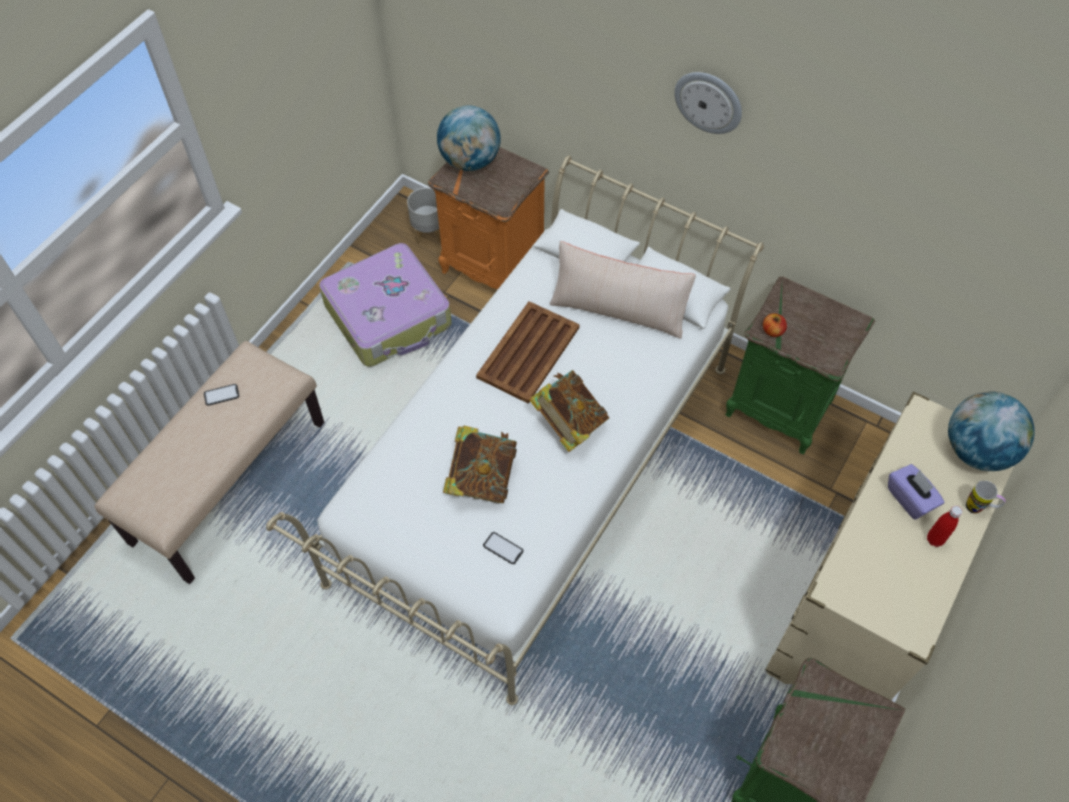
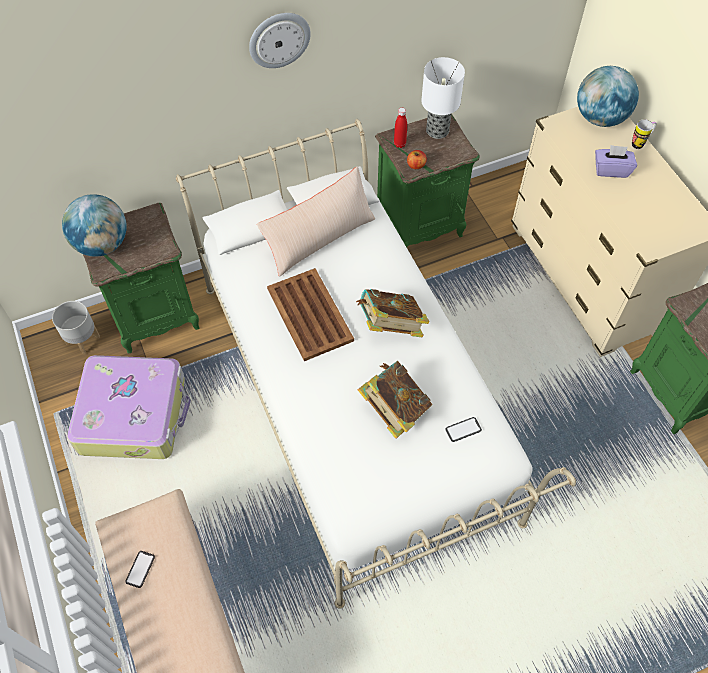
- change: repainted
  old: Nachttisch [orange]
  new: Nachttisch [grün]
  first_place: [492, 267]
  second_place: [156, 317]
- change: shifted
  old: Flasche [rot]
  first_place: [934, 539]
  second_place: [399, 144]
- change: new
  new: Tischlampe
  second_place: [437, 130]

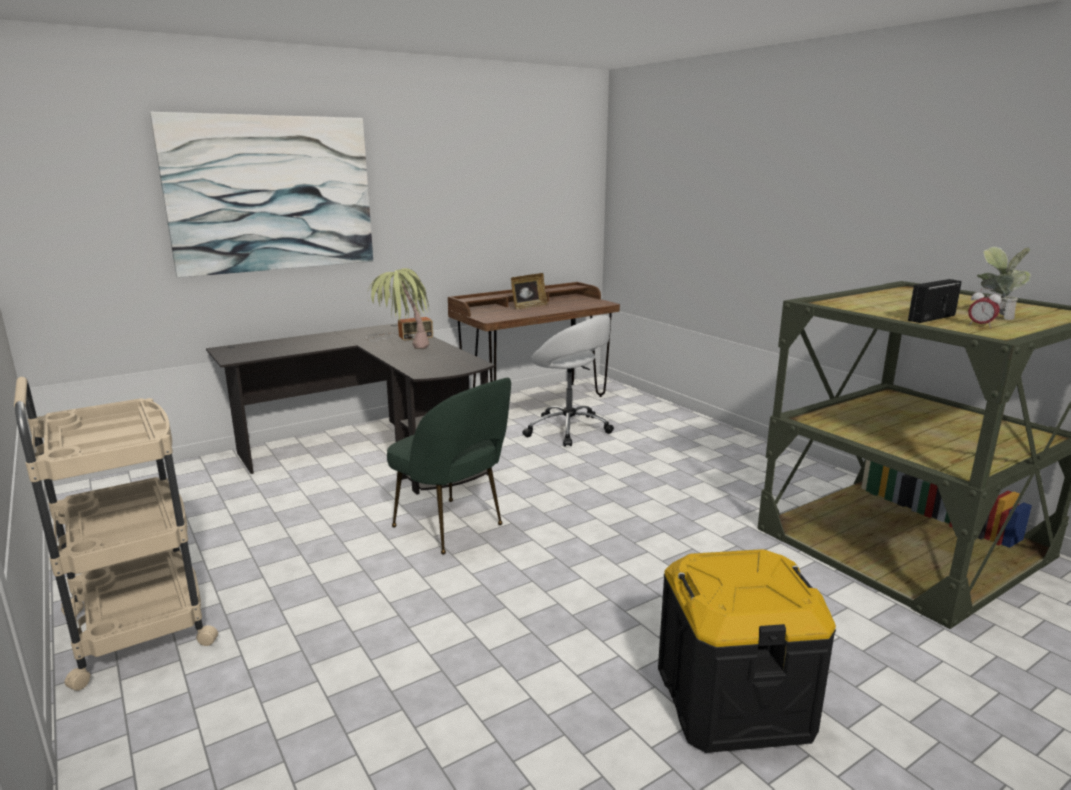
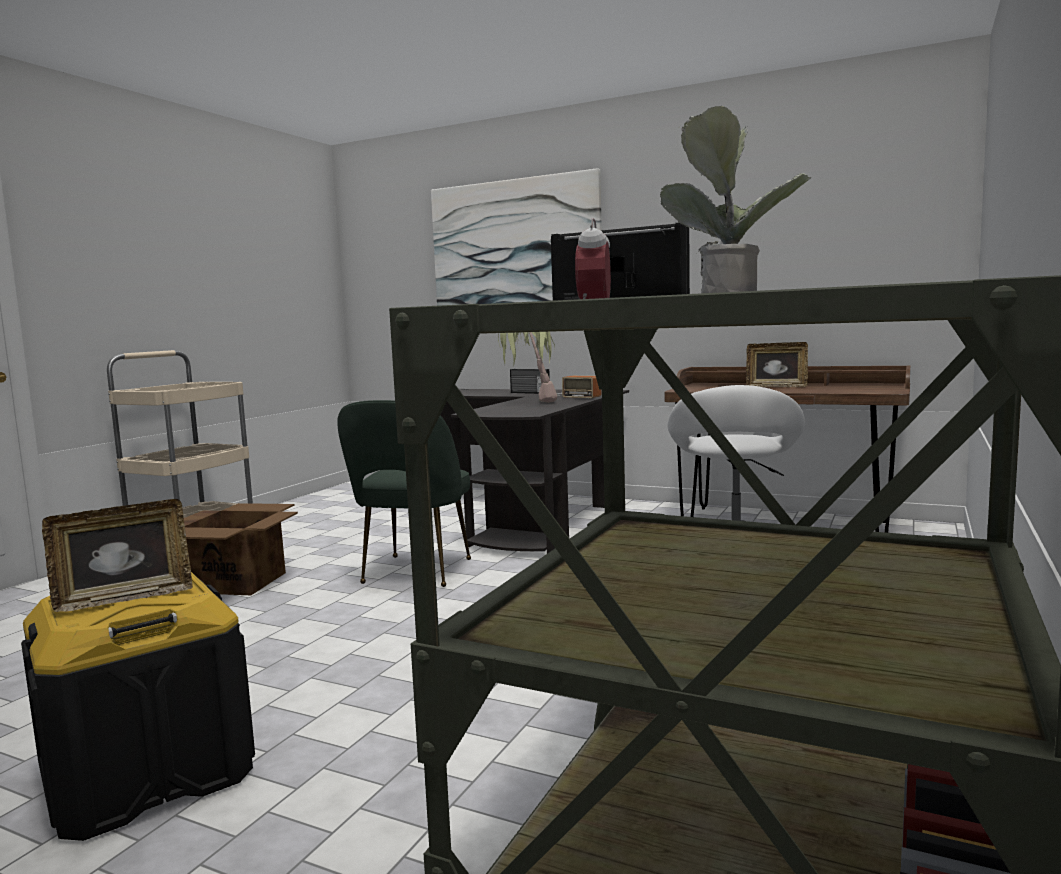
- change: new
  new: Bilderrahmen
  second_place: [125, 598]
- change: new
  new: Karton
  second_place: [239, 582]
- change: new
  new: Radio
  second_place: [529, 393]

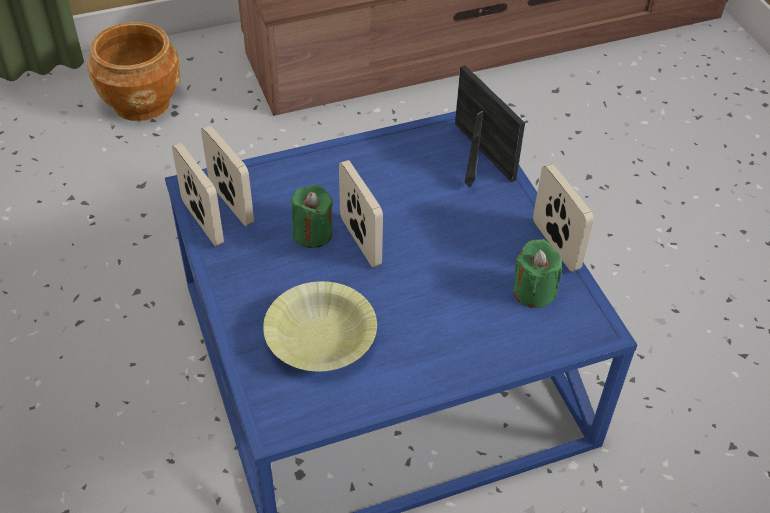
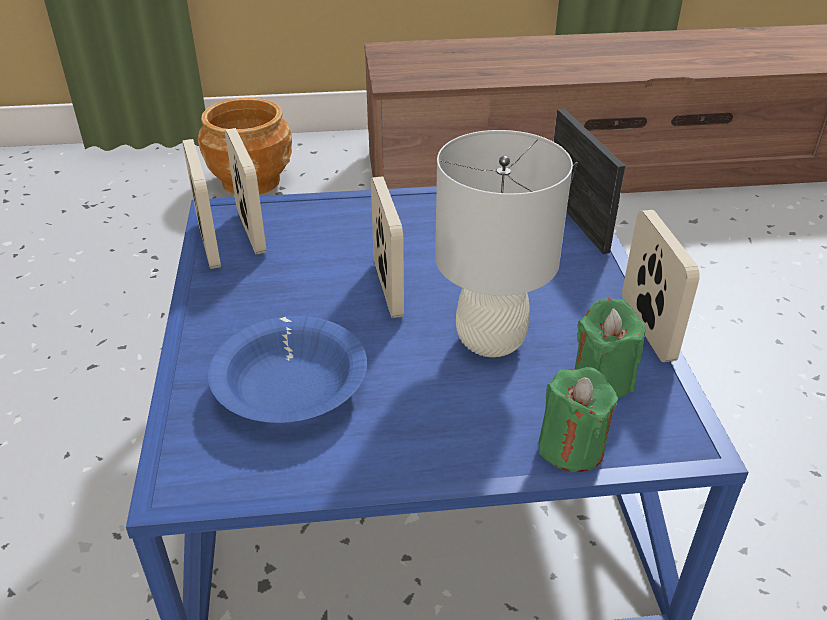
- change: repainted
  old: Schüssel [gelb]
  new: Schüssel [blau]
  first_place: [321, 337]
  second_place: [291, 387]
- change: shifted
  old: Kerze [grün]
  first_place: [312, 233]
  second_place: [571, 447]
- change: new
  new: Tischlampe [grau]
  second_place: [487, 341]

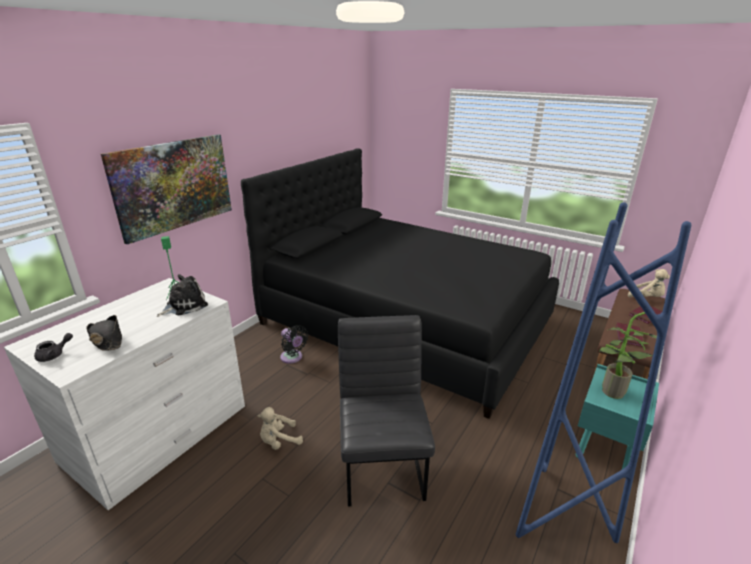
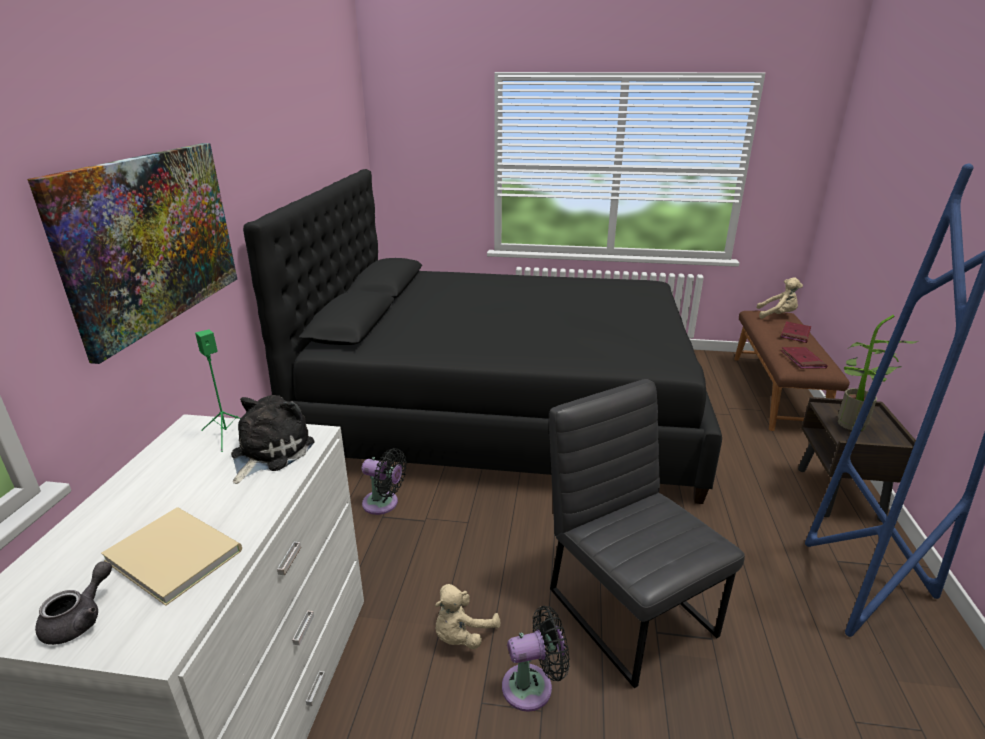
- change: swapped
  old: Hut [schwarz]
  new: Buch [beige]
  first_place: [107, 339]
  second_place: [174, 552]
- change: repainted
  old: Nachttisch [türkis]
  new: Nachttisch [braun]
  first_place: [606, 447]
  second_place: [839, 495]
- change: new
  new: Ventilator [schwarz]
  second_place: [532, 686]

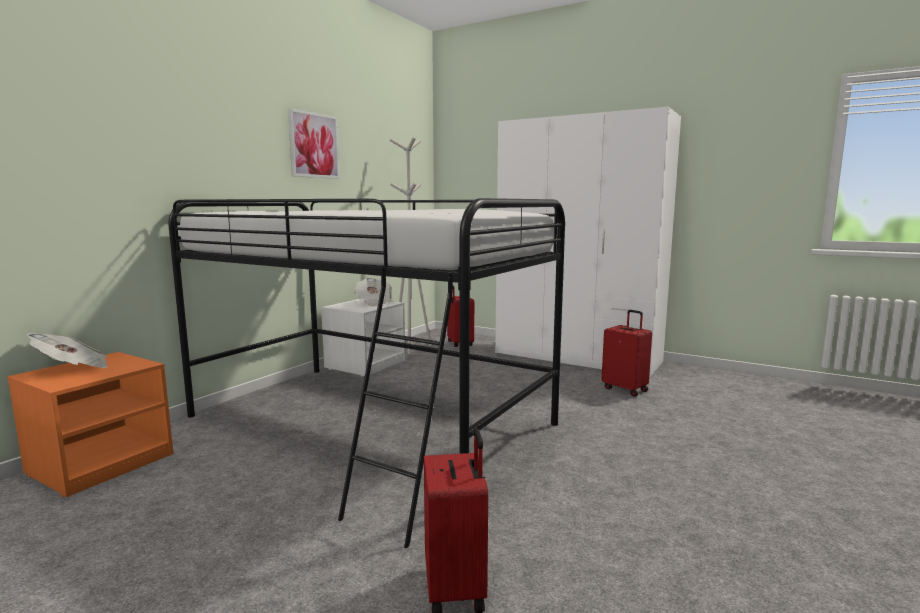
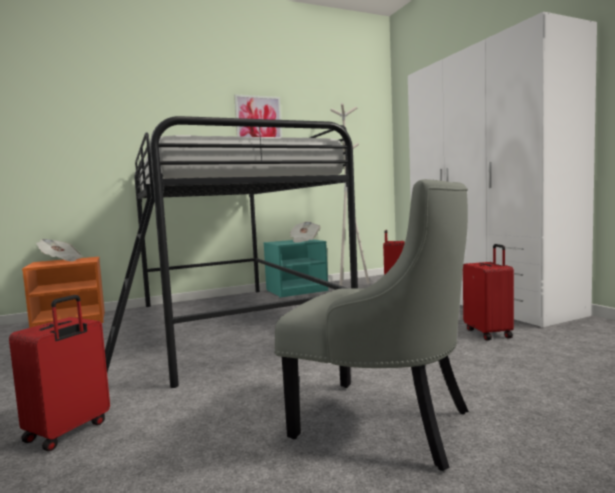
- change: repainted
  old: Nachttisch [weiß]
  new: Nachttisch [türkis]
  first_place: [365, 364]
  second_place: [297, 290]
- change: new
  new: Stuhl [grau]
  second_place: [379, 422]

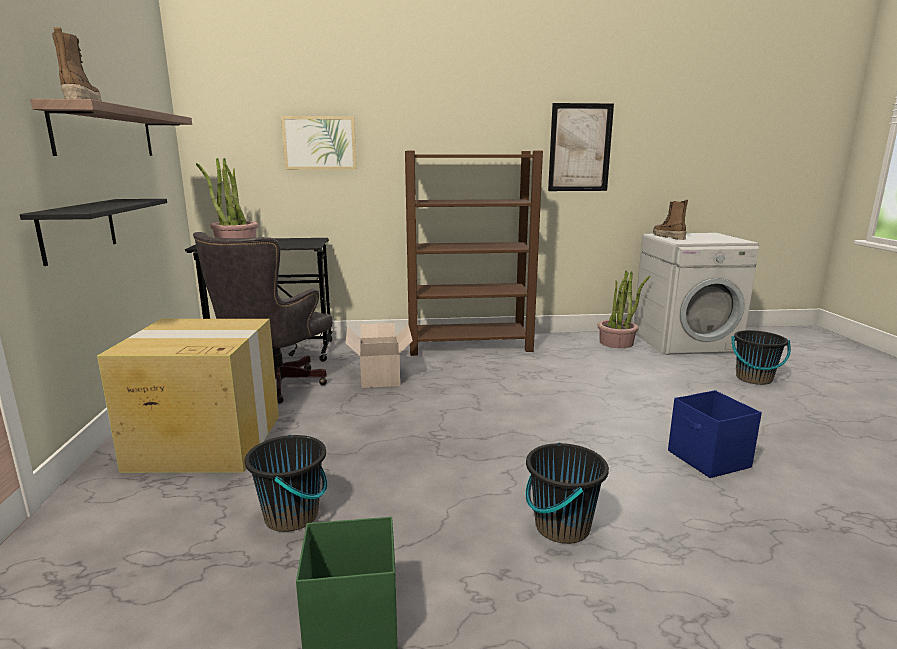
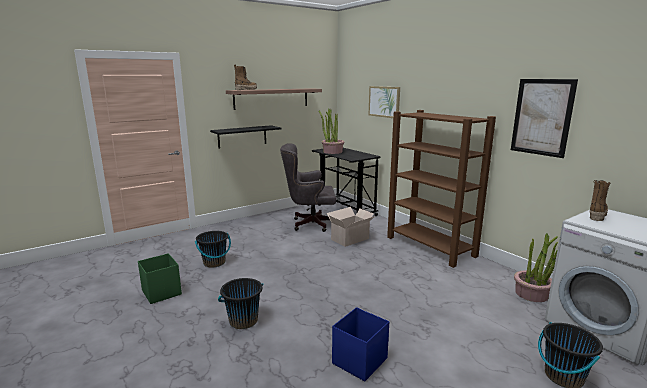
- change: gone
  old: Karton
  first_place: [204, 442]

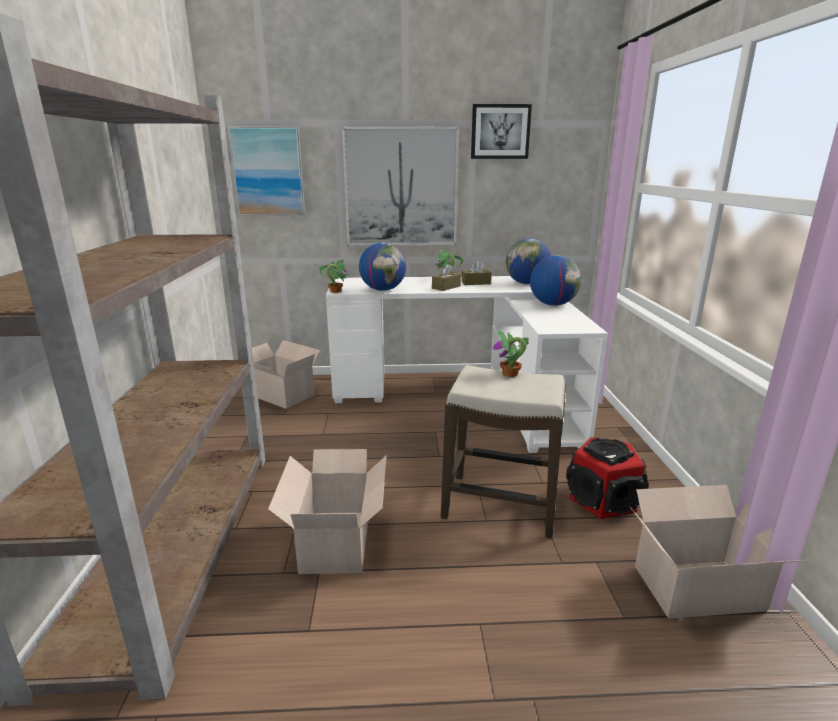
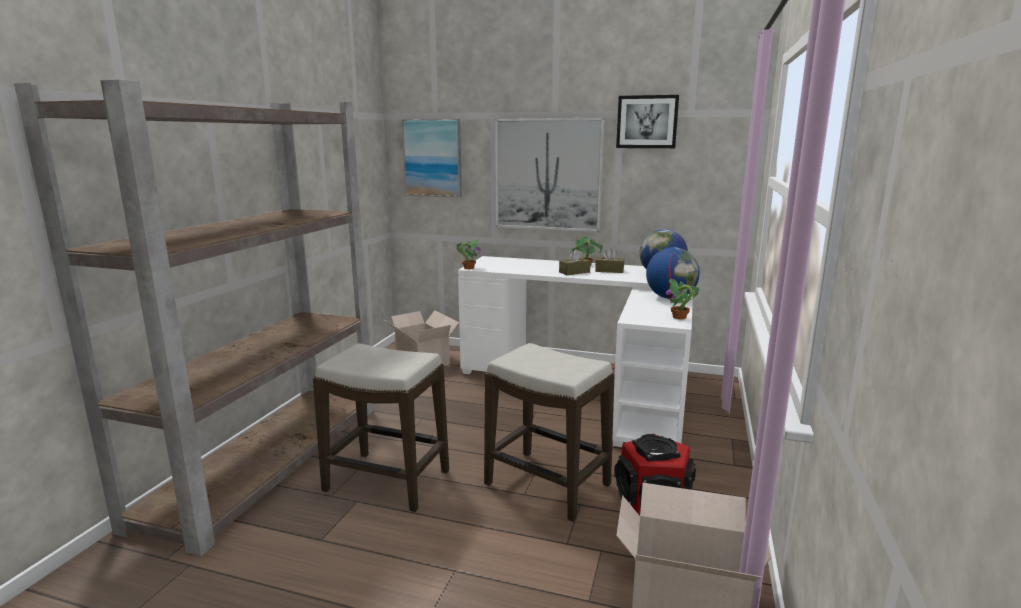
- change: swapped
  old: Karton
  new: Hocker
  first_place: [337, 539]
  second_place: [387, 481]
- change: gone
  old: Globus
  first_place: [383, 290]
- change: shifted
  old: Topfpflanze
  first_place: [510, 374]
  second_place: [679, 317]

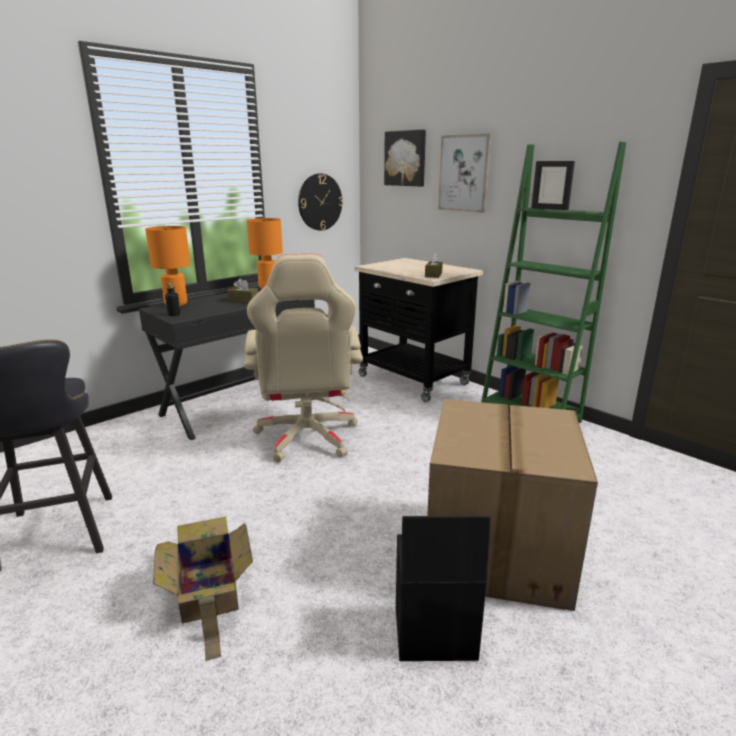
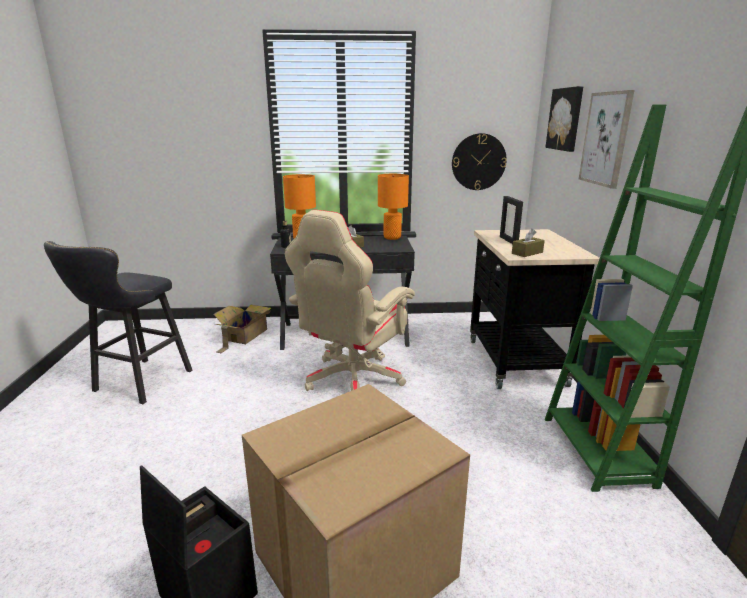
- change: shifted
  old: Karton
  first_place: [207, 592]
  second_place: [244, 335]
- change: shifted
  old: Bilderrahmen
  first_place: [549, 208]
  second_place: [509, 240]

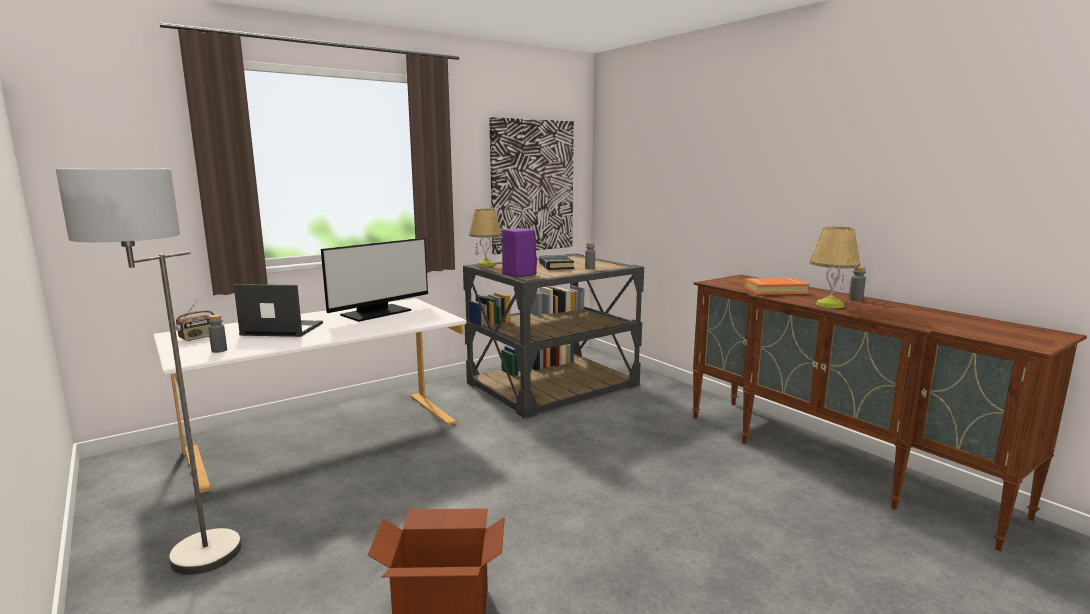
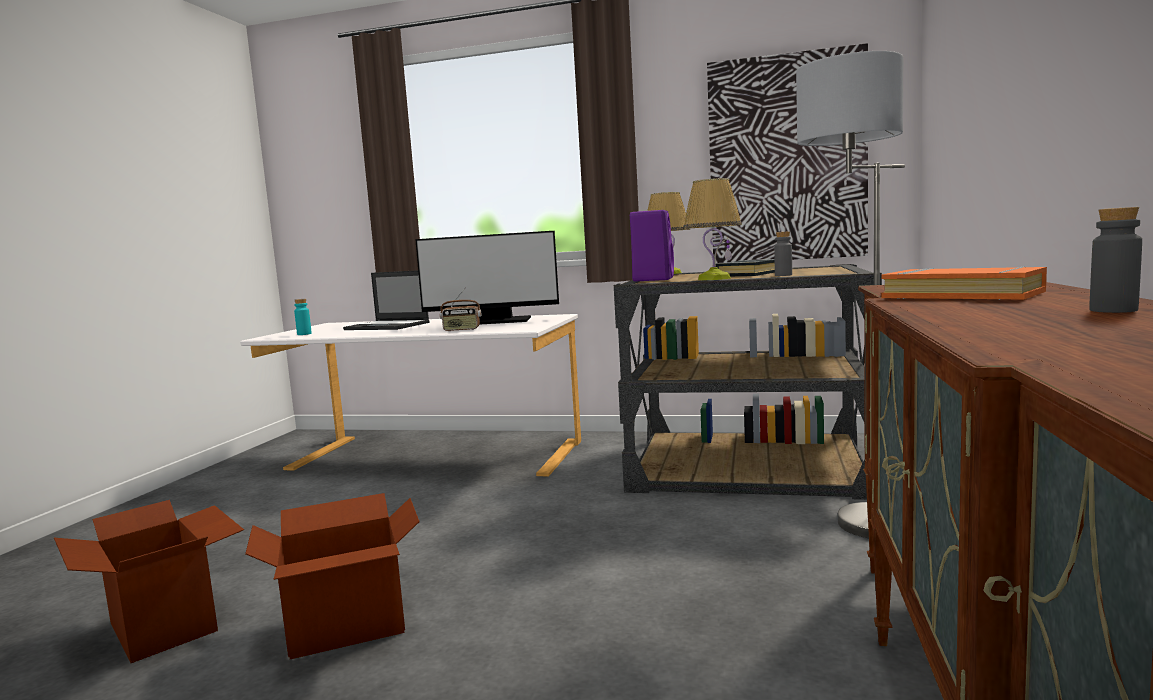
- change: shifted
  old: Stehlampe [grau]
  first_place: [190, 566]
  second_place: [859, 529]
- change: shifted
  old: Radio
  first_place: [198, 337]
  second_place: [461, 330]
- change: repainted
  old: Flasche [grau]
  new: Flasche [türkis]
  first_place: [219, 350]
  second_place: [304, 334]
- change: rotated
  old: Laptop
  first_place: [281, 329]
  second_place: [388, 326]
  degrees: 150
- change: shifted
  old: Tischlampe
  first_place: [829, 305]
  second_place: [714, 279]
- change: new
  new: Karton
  second_place: [347, 627]

